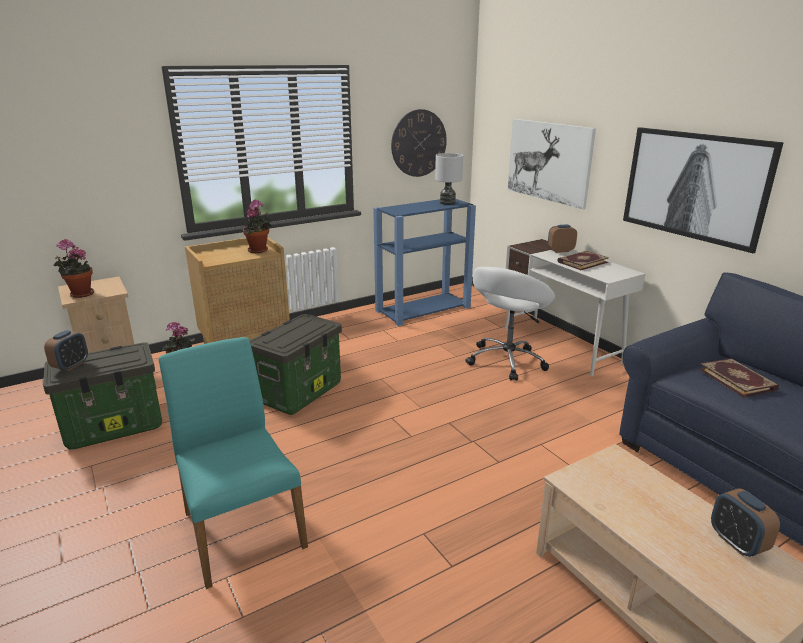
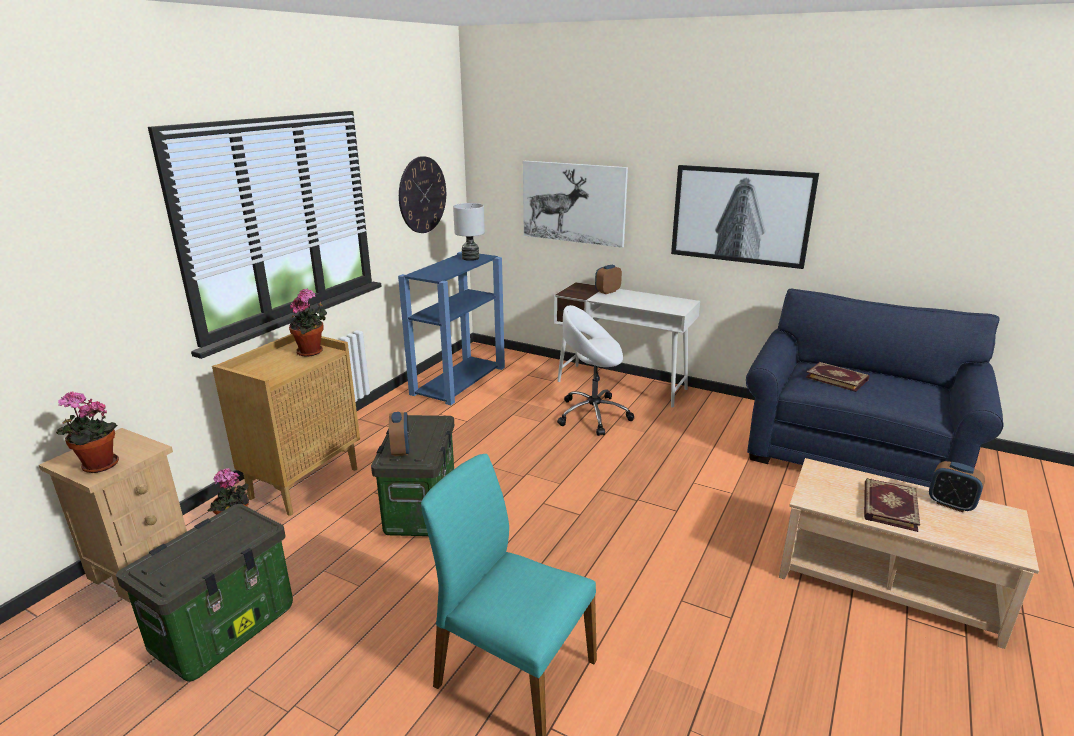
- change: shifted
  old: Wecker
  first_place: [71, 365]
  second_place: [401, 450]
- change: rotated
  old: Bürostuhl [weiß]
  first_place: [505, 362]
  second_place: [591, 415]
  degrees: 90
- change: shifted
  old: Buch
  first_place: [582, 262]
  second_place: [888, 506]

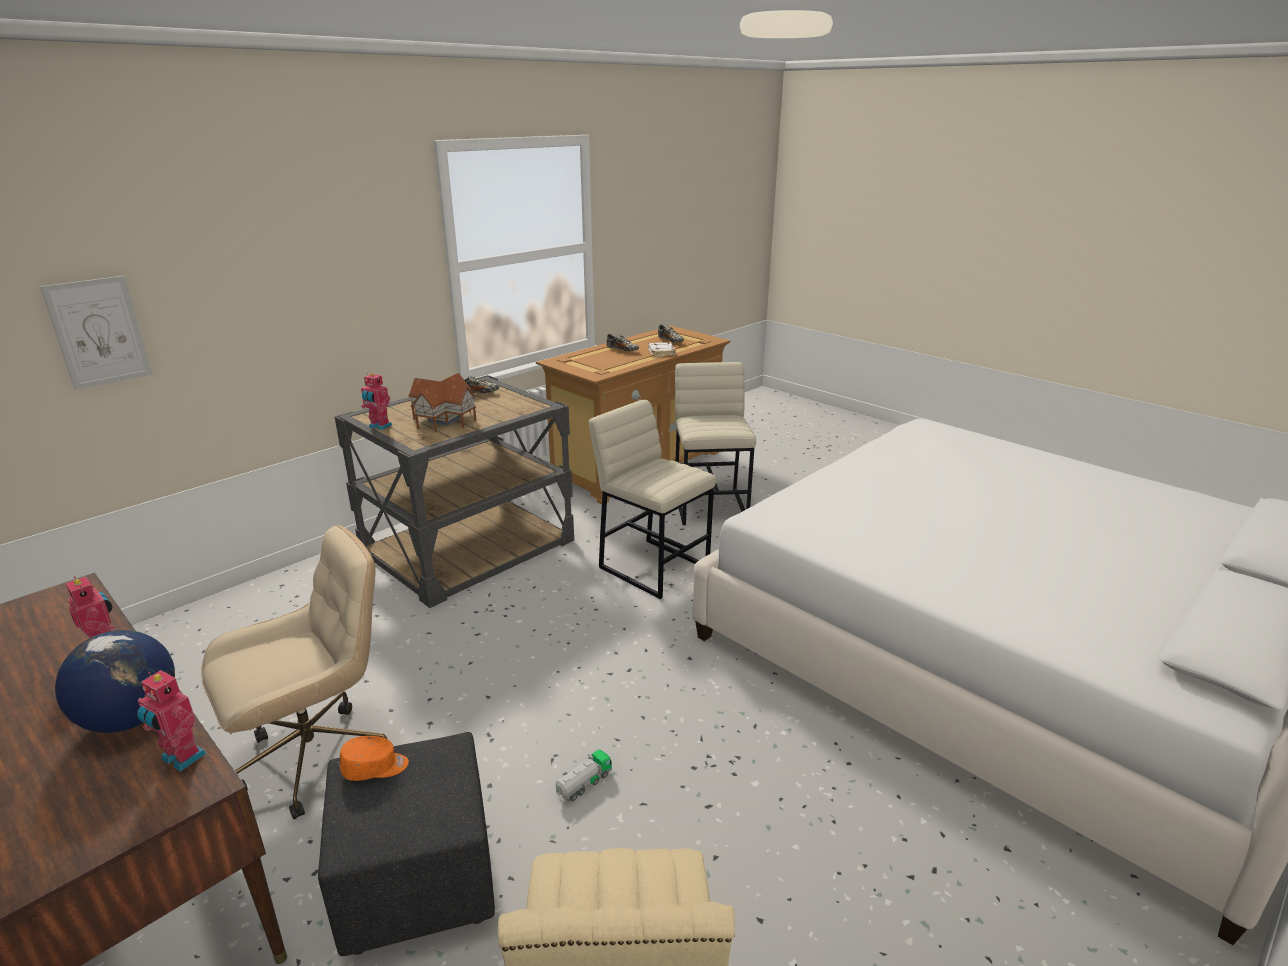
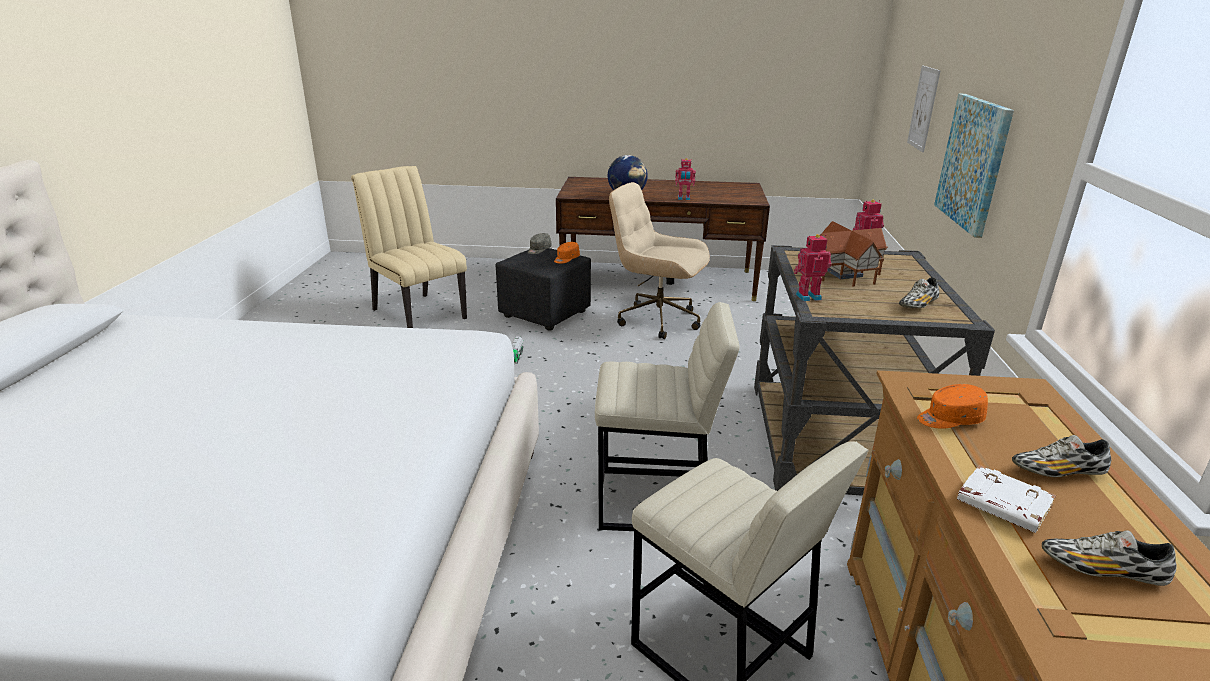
- change: shifted
  old: Spielzeugroboter
  first_place: [181, 758]
  second_place: [807, 296]
- change: rotated
  old: Bürostuhl [beige]
  first_place: [318, 757]
  second_place: [656, 320]
  degrees: 105
- change: new
  new: Kappe [grau]
  second_place: [538, 250]
- change: new
  new: Kappe [orange]
  second_place: [949, 419]
- change: new
  new: Bild
  second_place: [973, 163]

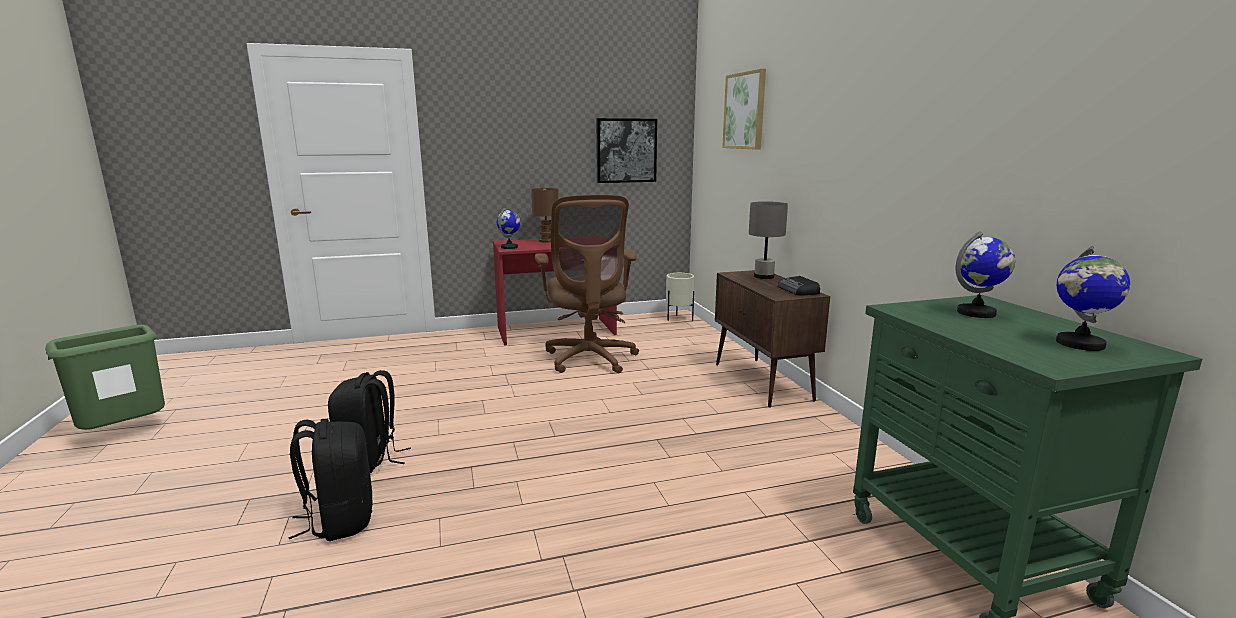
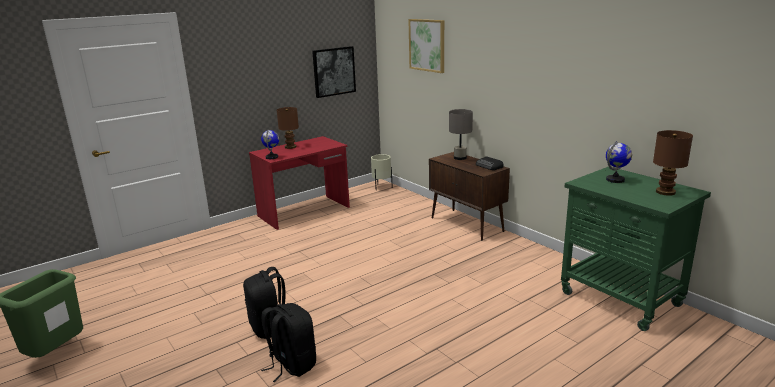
- change: gone
  old: Bürostuhl [braun]
  first_place: [588, 356]
- change: swapped
  old: Globus
  new: Tischlampe [braun]
  first_place: [1079, 344]
  second_place: [666, 192]

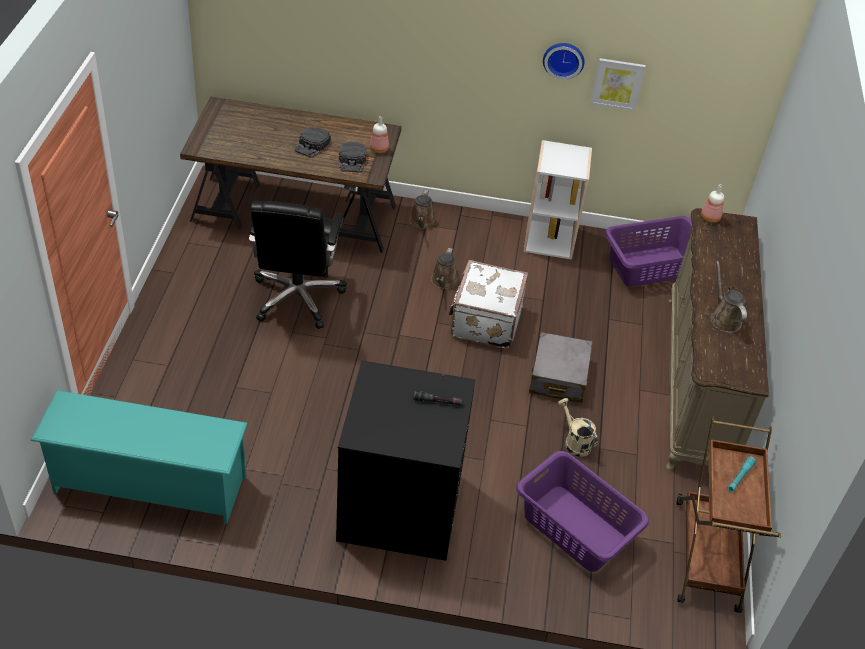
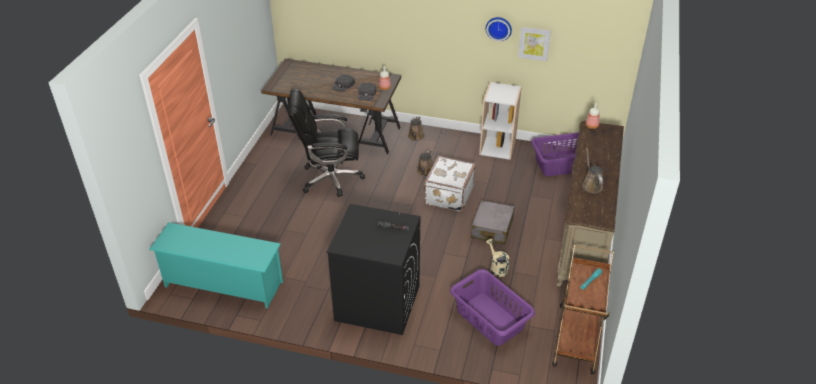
- change: rotated
  old: Bürostuhl [schwarz]
  first_place: [297, 296]
  second_place: [330, 179]
  degrees: 75

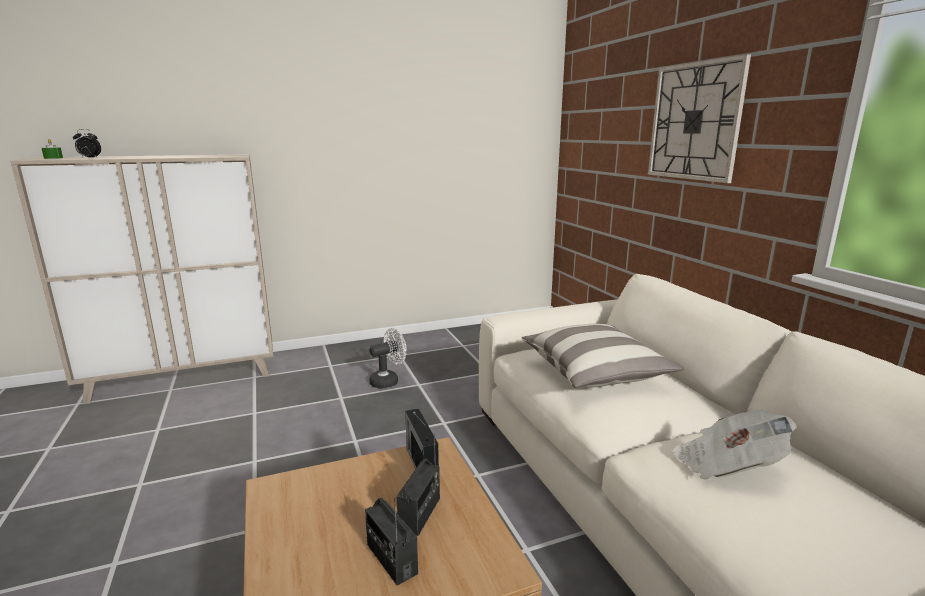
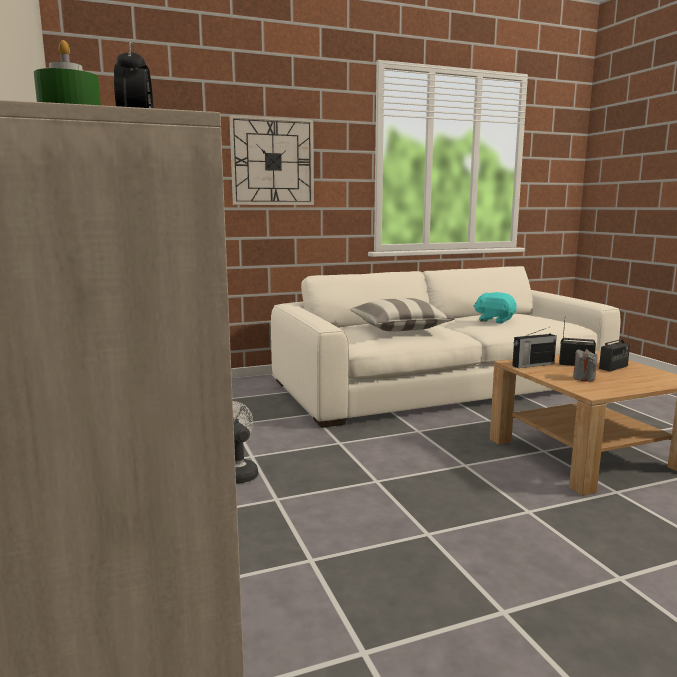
- change: swapped
  old: Zeitung
  new: Plüschtier [türkis]
  first_place: [727, 465]
  second_place: [494, 320]
- change: new
  new: Kerze [grau]
  second_place: [584, 378]

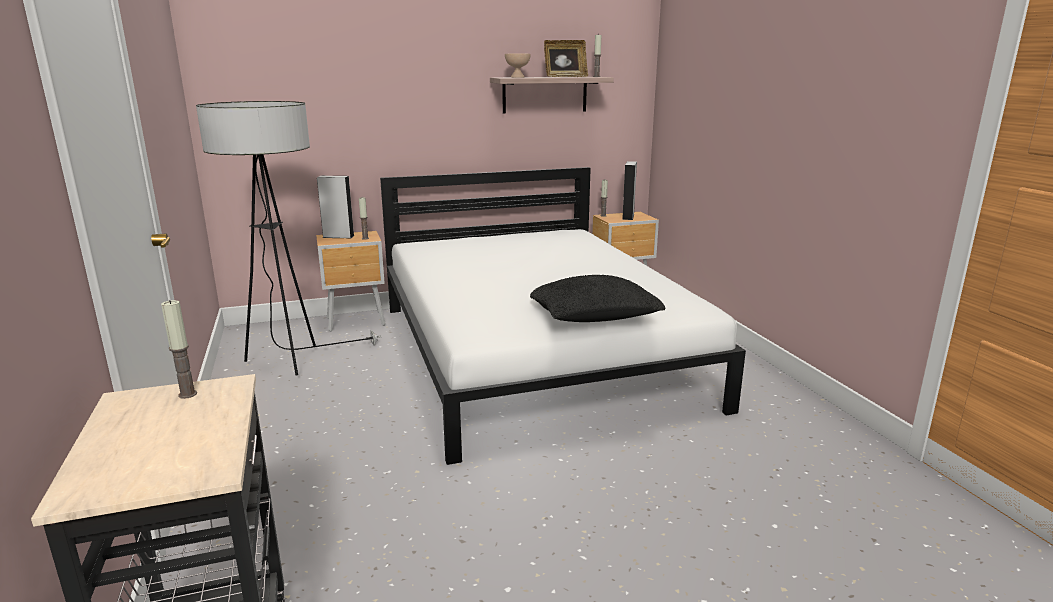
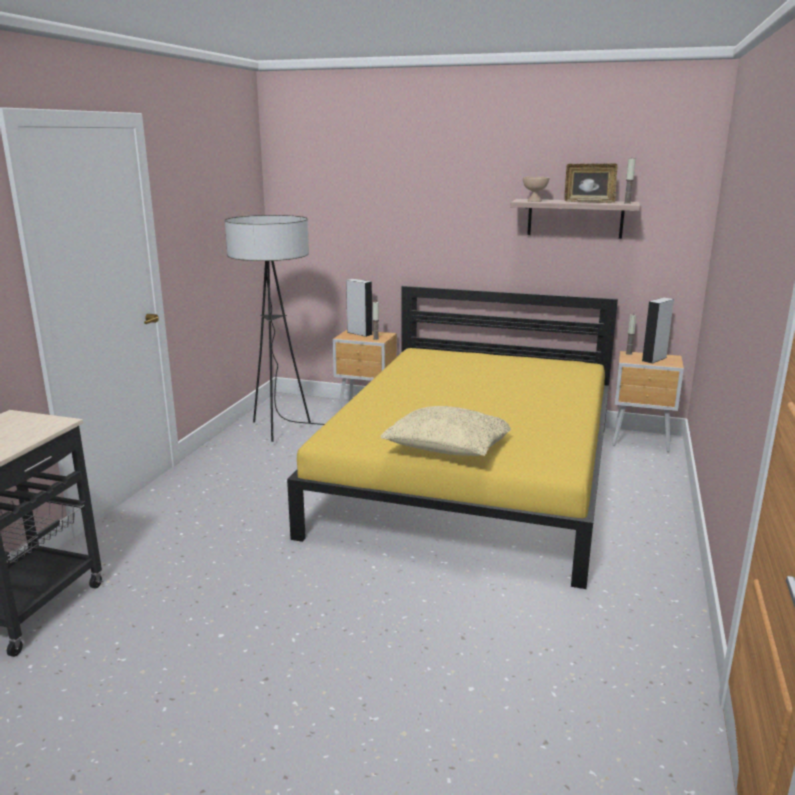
- change: gone
  old: Kerze
  first_place: [188, 394]
- change: repainted
  old: Bett [weiß]
  new: Bett [gelb]
  first_place: [535, 353]
  second_place: [473, 476]
- change: repainted
  old: Kissen [schwarz]
  new: Kissen [beige]
  first_place: [593, 318]
  second_place: [448, 449]

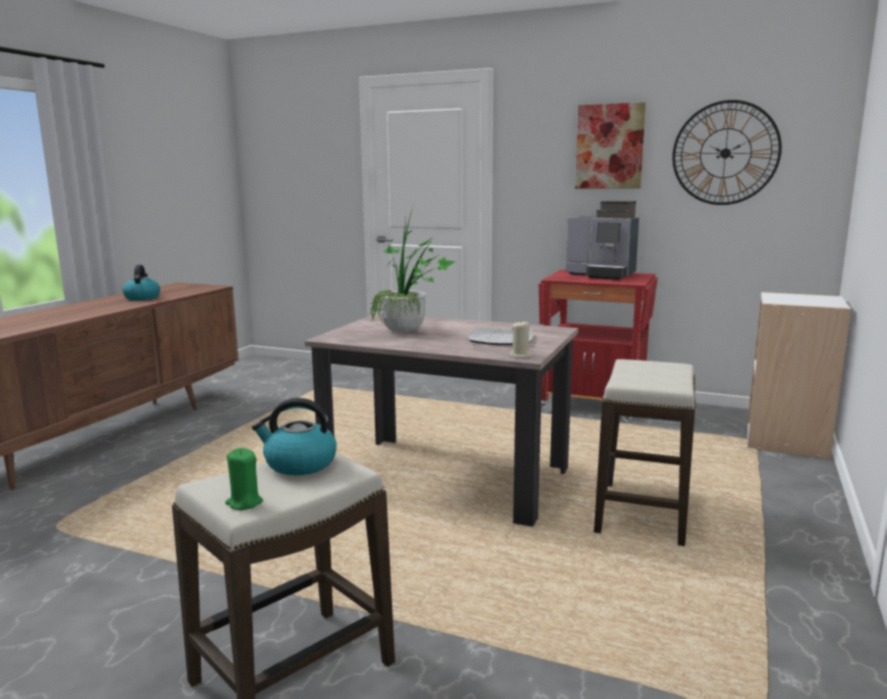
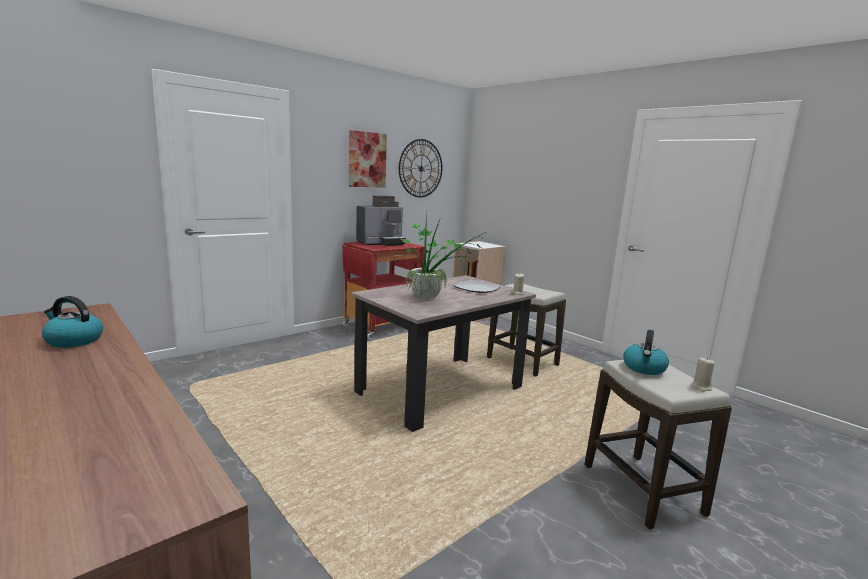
- change: repainted
  old: Kerze [grün]
  new: Kerze [beige]
  first_place: [244, 503]
  second_place: [701, 387]

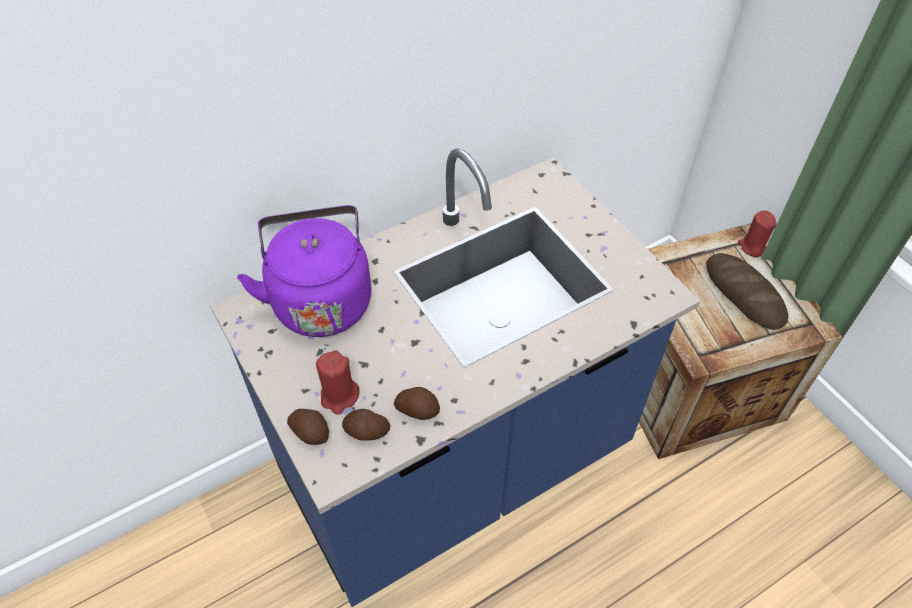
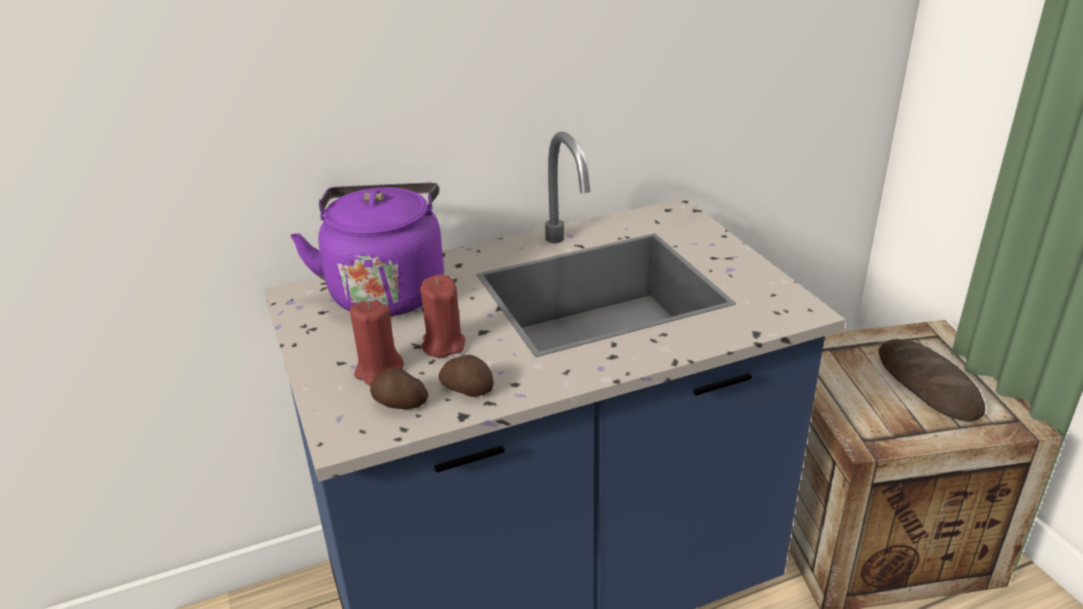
- change: gone
  old: Kartoffel
  first_place: [310, 431]
- change: shifted
  old: Kerze [rot]
  first_place: [752, 247]
  second_place: [443, 345]

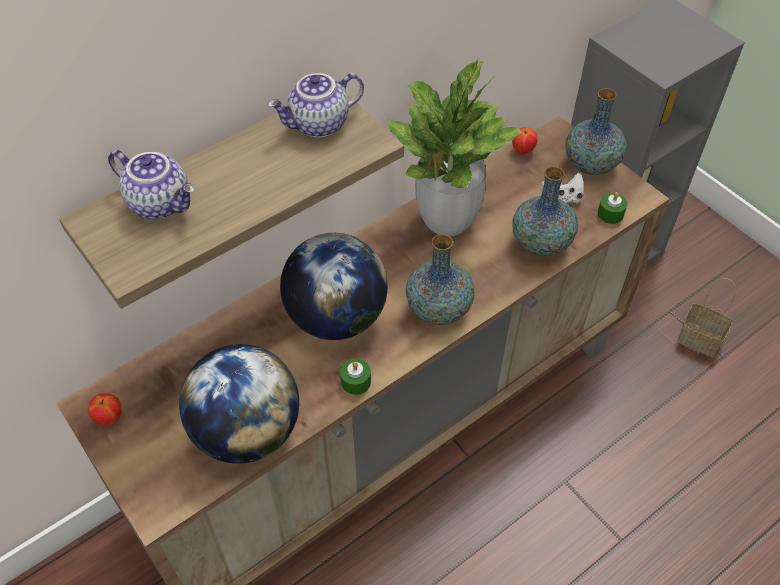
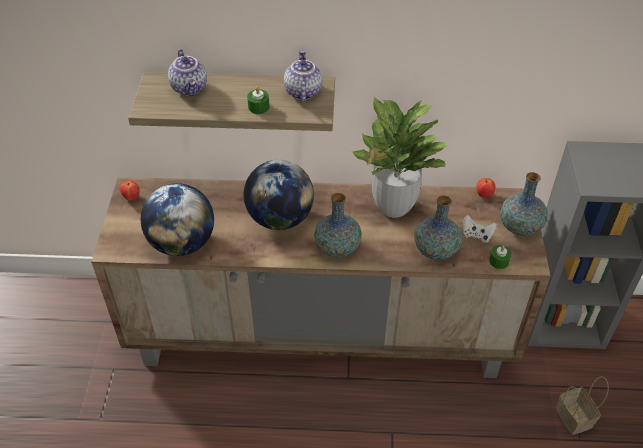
- change: rotated
  old: Teekanne
  first_place: [319, 125]
  second_place: [302, 92]
  degrees: 75
- change: shifted
  old: Kerze [grün]
  first_place: [356, 381]
  second_place: [258, 107]

